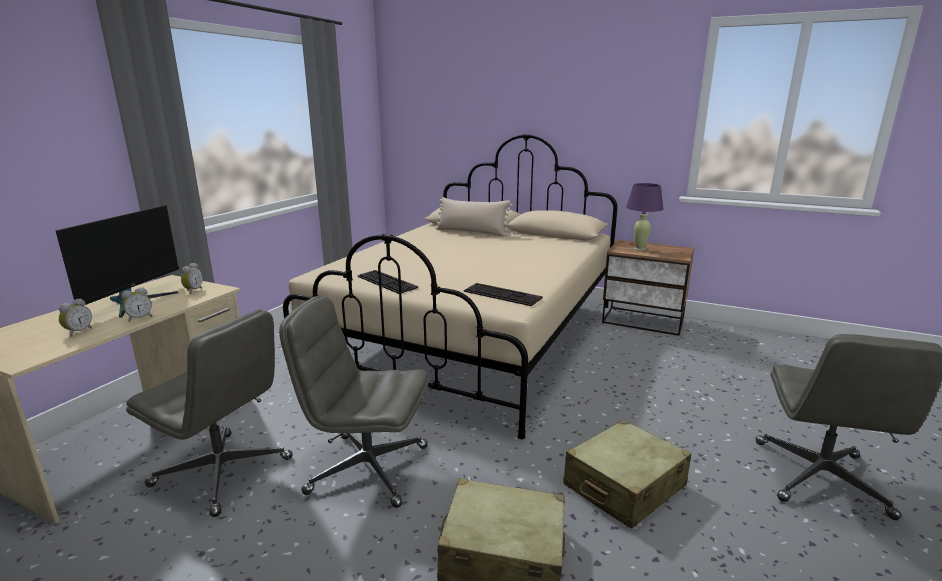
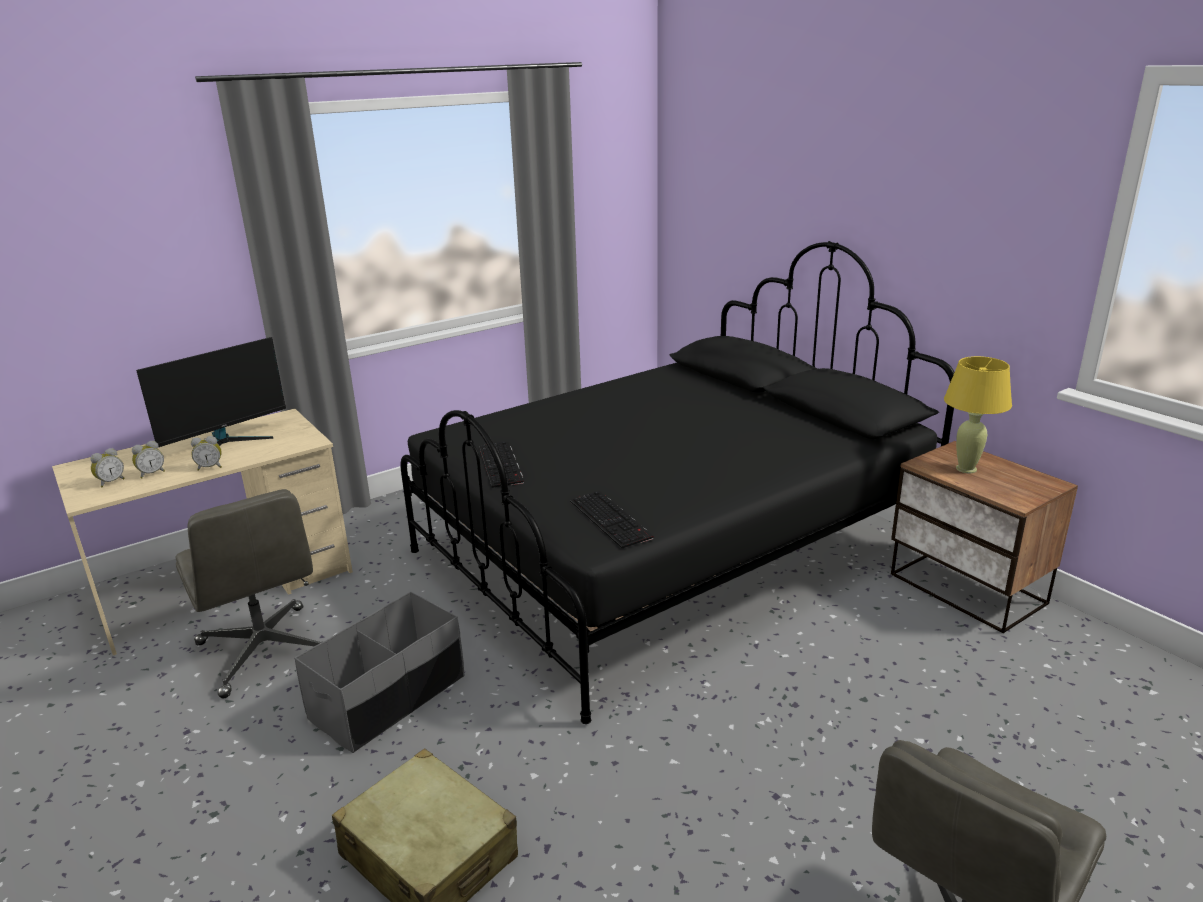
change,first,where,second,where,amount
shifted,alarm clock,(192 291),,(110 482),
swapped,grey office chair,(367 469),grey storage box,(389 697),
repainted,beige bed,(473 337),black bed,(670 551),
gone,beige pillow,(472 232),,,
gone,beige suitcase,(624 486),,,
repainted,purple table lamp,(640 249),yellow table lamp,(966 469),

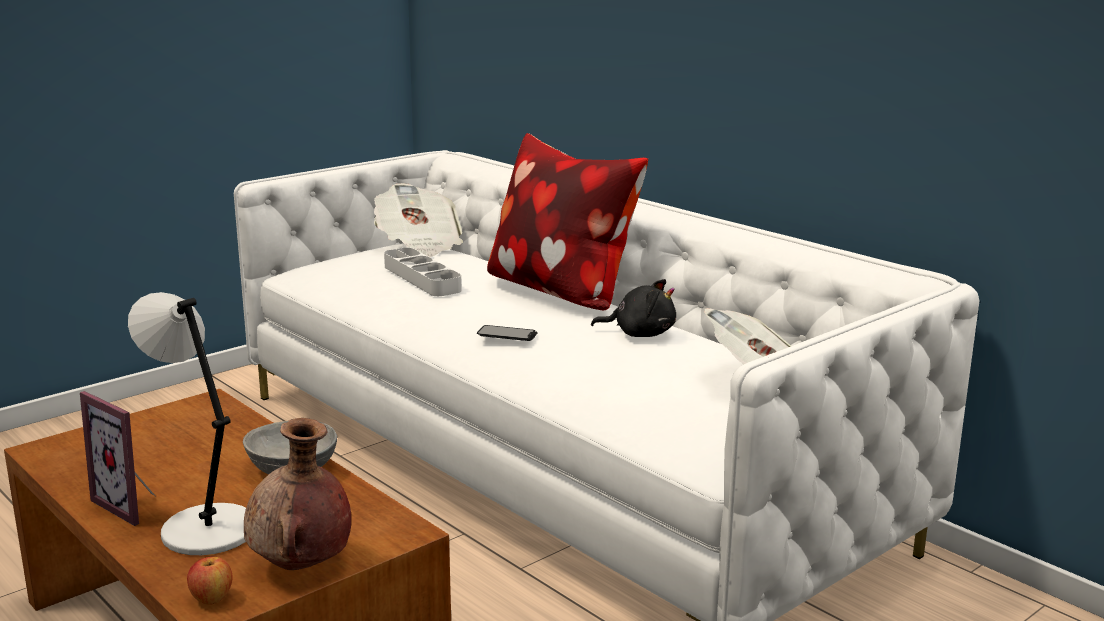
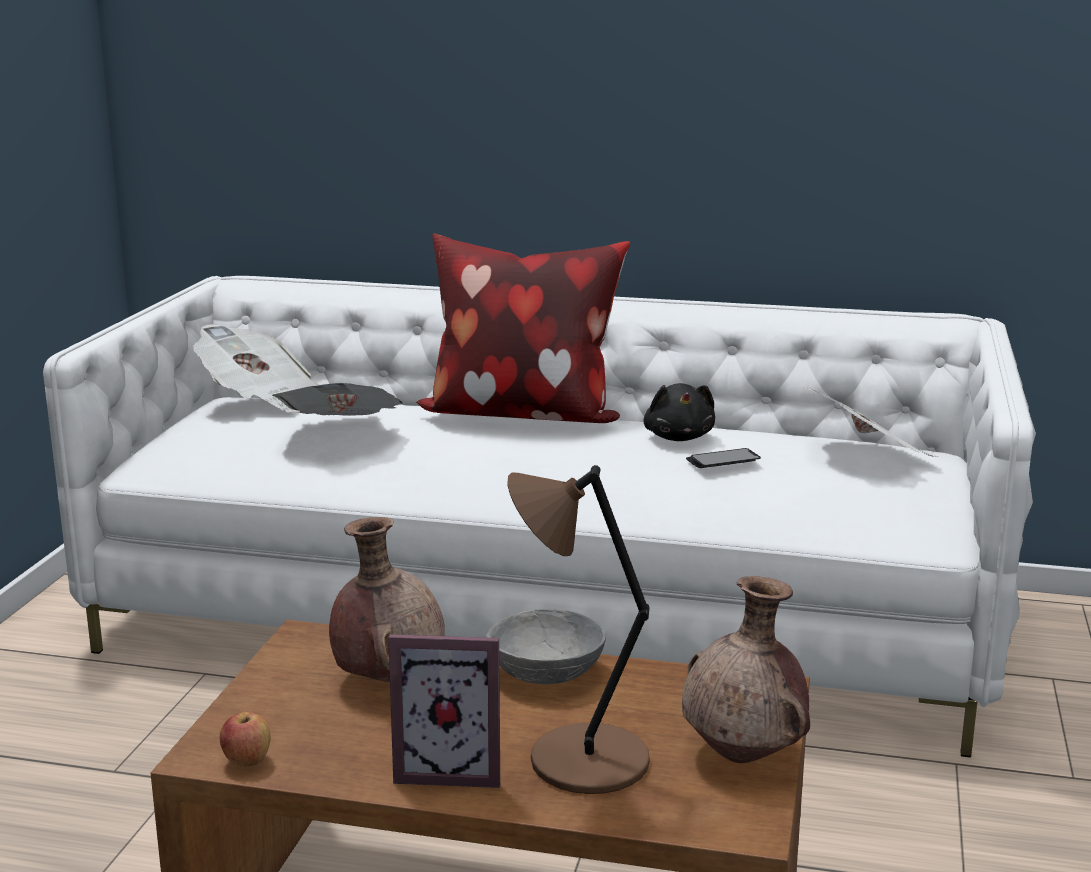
change,first,where,second,where,amount
repainted,grey table lamp,(205 529),brown table lamp,(581 761),
shifted,apple,(211 599),,(246 761),
swapped,grey tray,(421 278),newspaper,(342 434),
shifted,phone,(507 335),,(723 461),
rotated,black plush toy,(640 334),,(679 437),105 degrees clockwise
new,,,brown vase,(388 678),

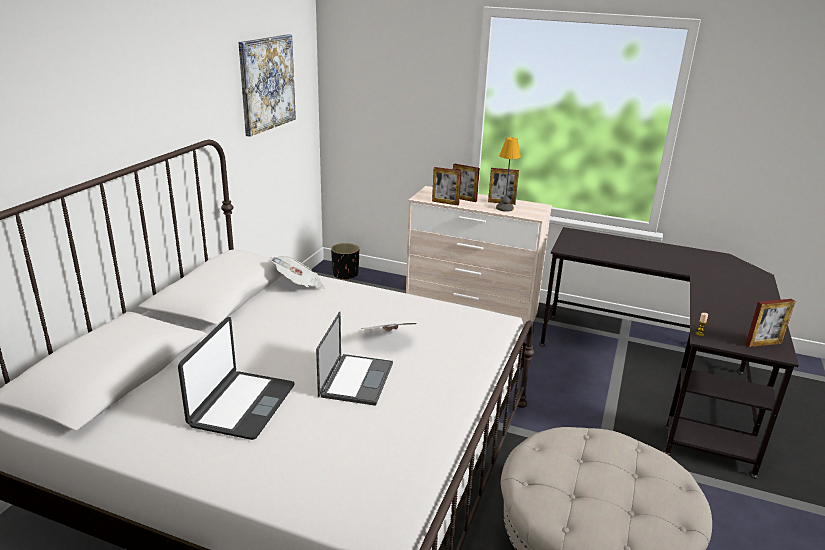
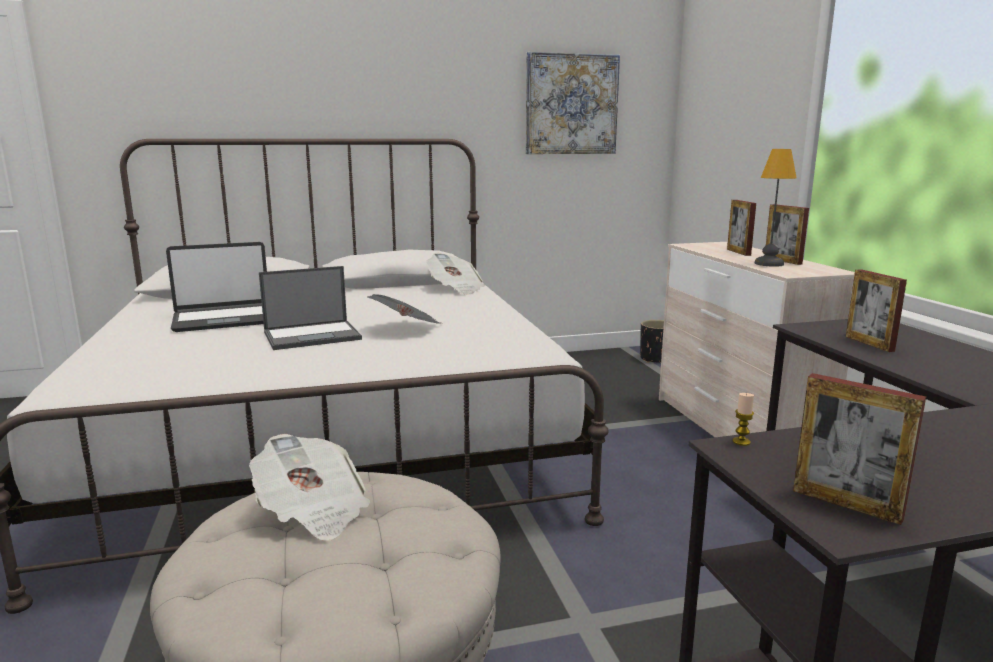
change,first,where,second,where,amount
shifted,picture frame,(445 202),,(869 343),
new,,,newspaper,(313 512),

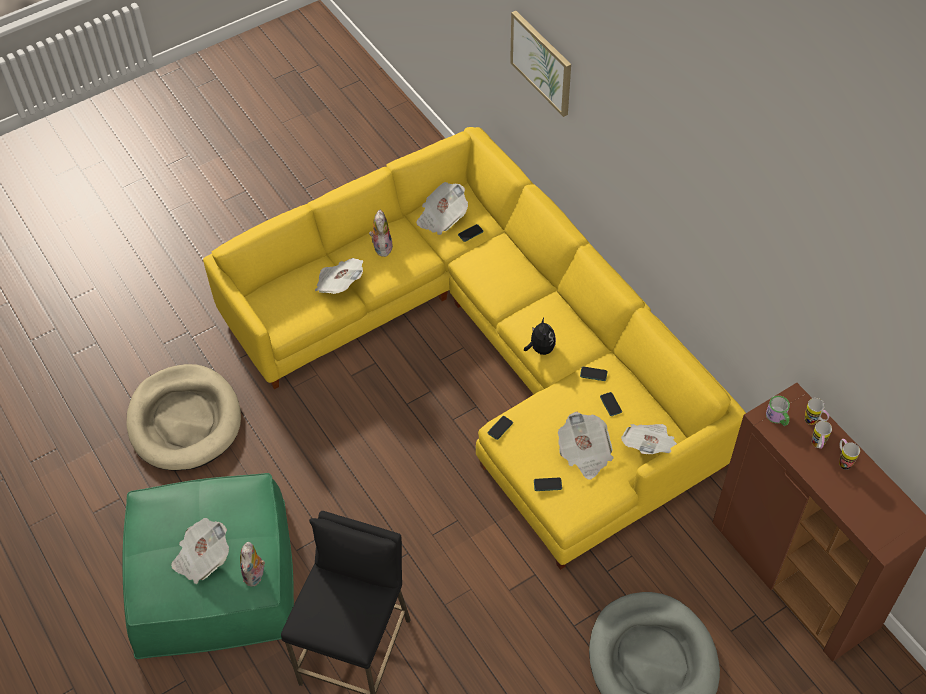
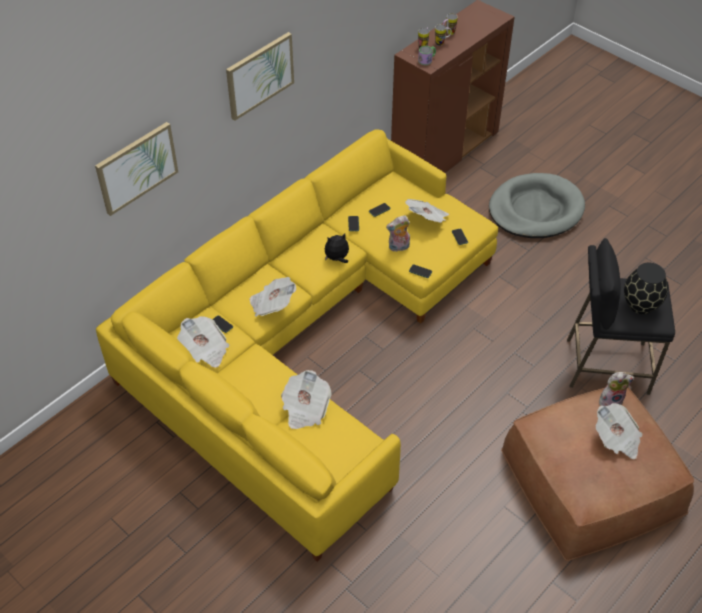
change,first,where,second,where,amount
repainted,green ottoman,(211 575),brown ottoman,(592 480),
gone,beige dog bed,(185 420),,,
shifted,plush toy,(381 246),,(398 247),
shifted,newspaper,(648 446),,(272 305),
new,,,picture,(259 75),
new,,,black vase,(641 305),

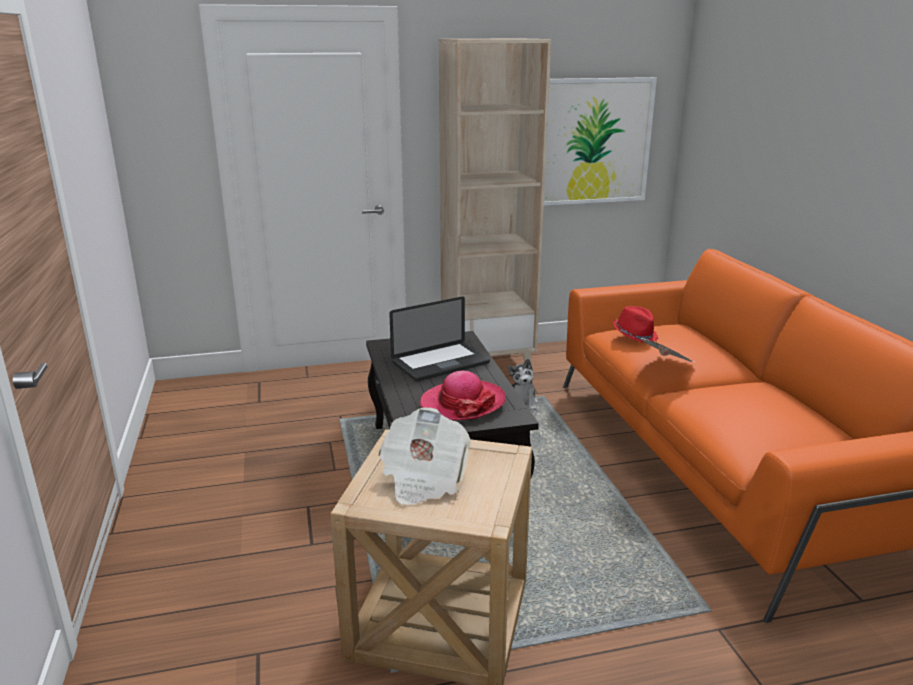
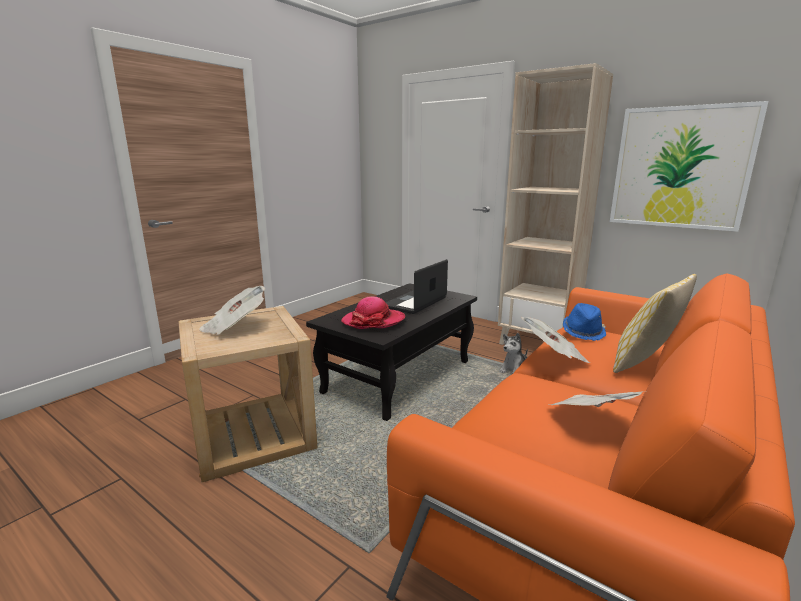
change,first,where,second,where,amount
rotated,laptop,(440 363),,(415 302),105 degrees clockwise
repainted,red hat,(635 335),blue hat,(583 332),
new,,,newspaper,(591 419),
new,,,pillow,(645 363),

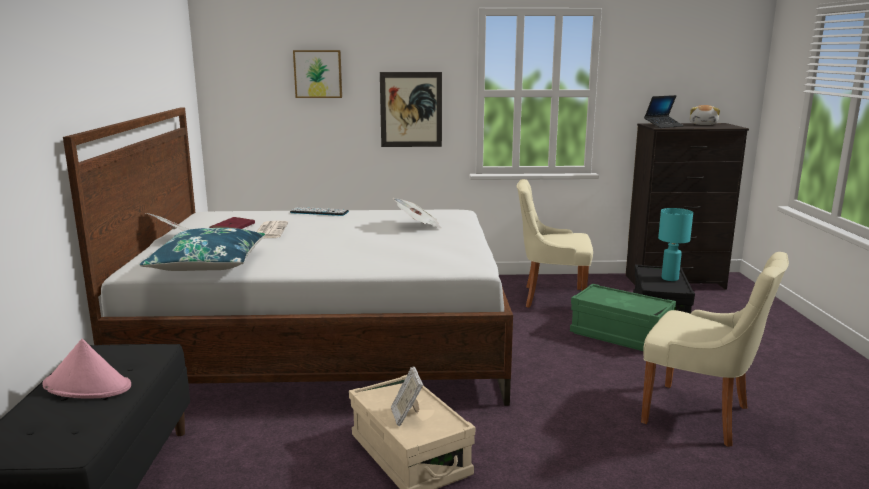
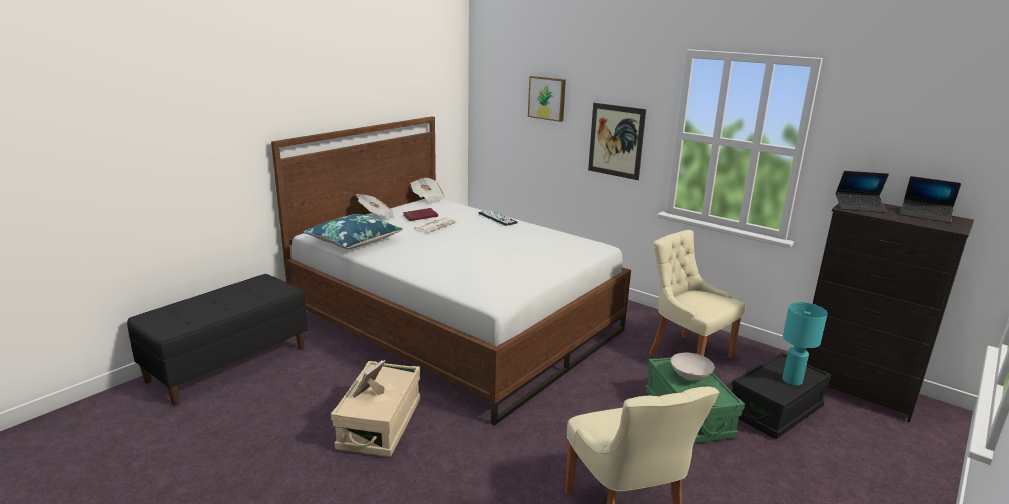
change,first,where,second,where,amount
gone,pink hat,(88 386),,,
shifted,newspaper,(418 226),,(427 198),
swapped,plush toy,(703 124),laptop,(925 215),
new,,,white bowl,(689 377),

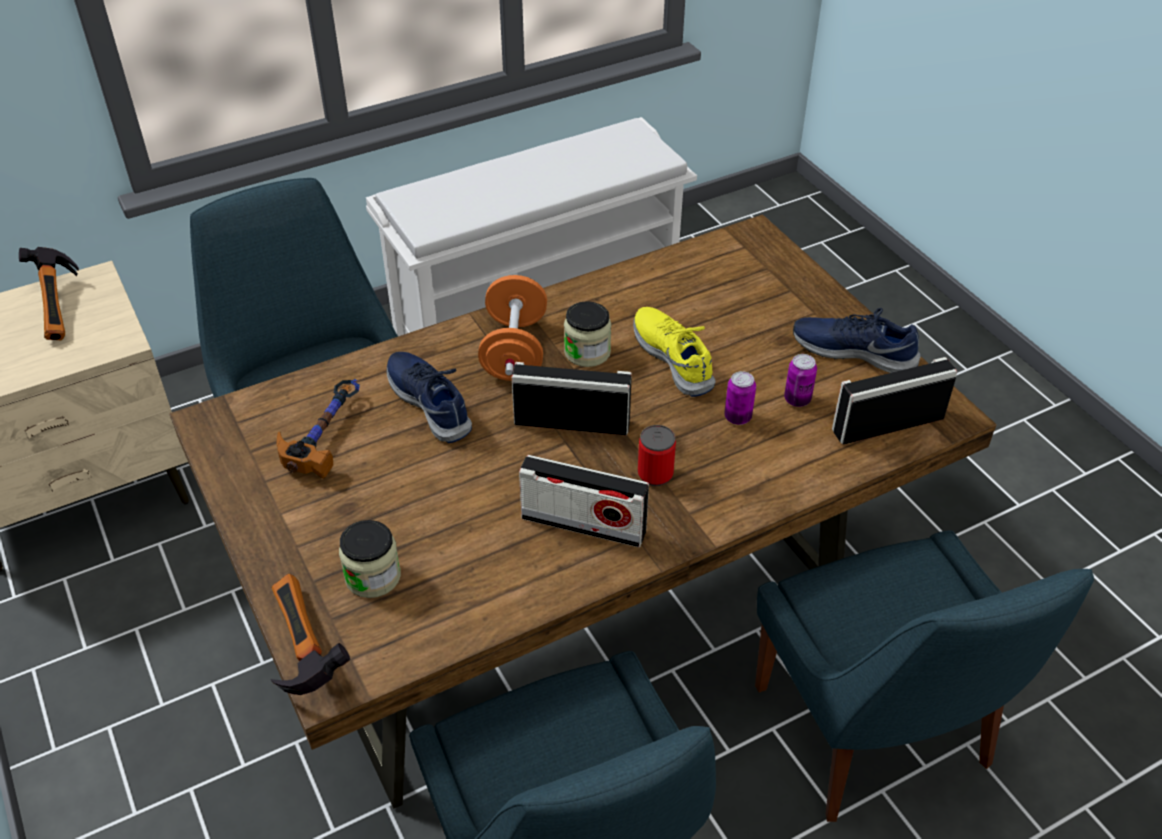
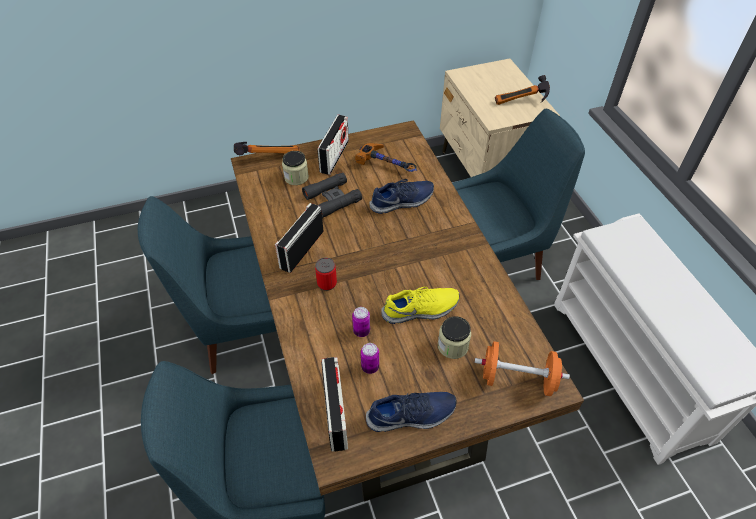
change,first,where,second,where,amount
shifted,orange dumbbell,(514 351),,(517 379),
shifted,radio,(572 422),,(334 156),
shifted,jar,(587 352),,(452 346),
rotated,blue shoe,(854 351),,(411 416),45 degrees clockwise
new,,,black binoculars,(332 199),

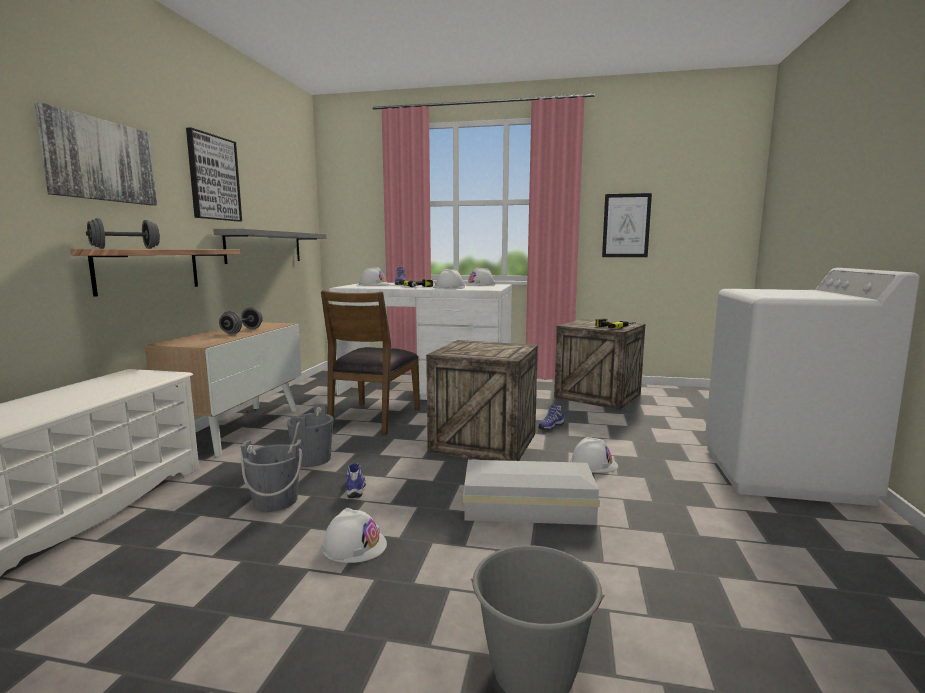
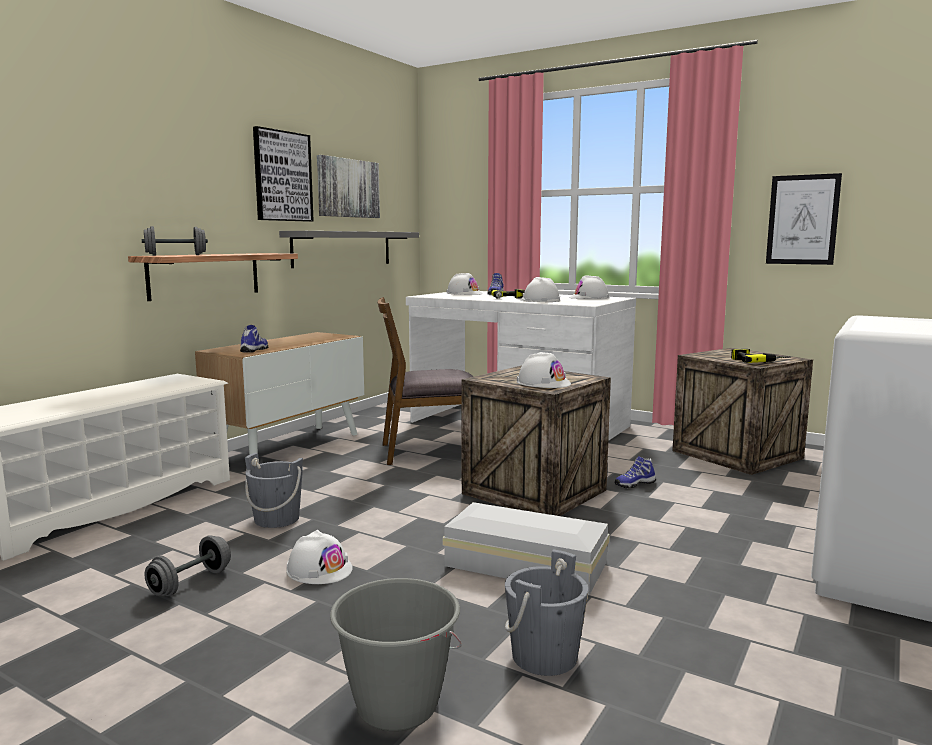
change,first,where,second,where,amount
shifted,picture,(100 160),,(347 188),
shifted,grey dumbbell,(242 331),,(190 583),
shifted,grey bucket,(312 459),,(544 656),
rotated,brown chair,(374 418),,(431 451),45 degrees clockwise
shifted,shoe,(356 488),,(255 350),
shifted,white hard hat,(593 463),,(543 383),

